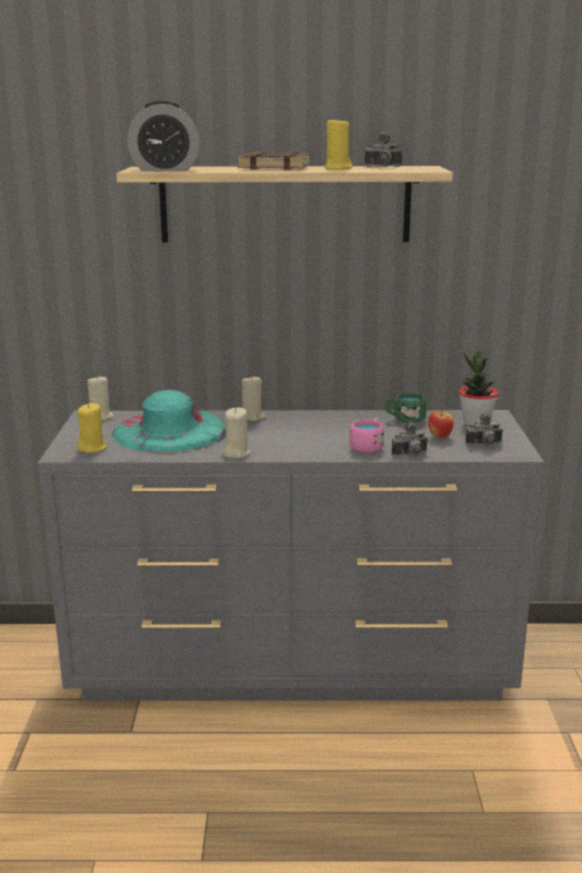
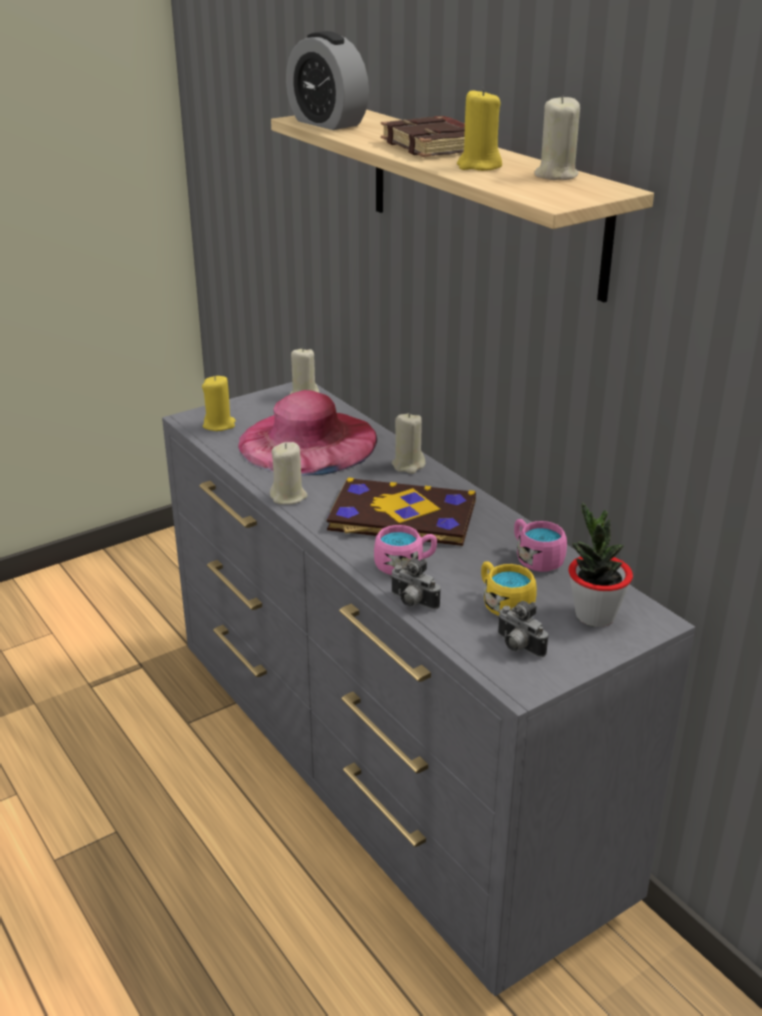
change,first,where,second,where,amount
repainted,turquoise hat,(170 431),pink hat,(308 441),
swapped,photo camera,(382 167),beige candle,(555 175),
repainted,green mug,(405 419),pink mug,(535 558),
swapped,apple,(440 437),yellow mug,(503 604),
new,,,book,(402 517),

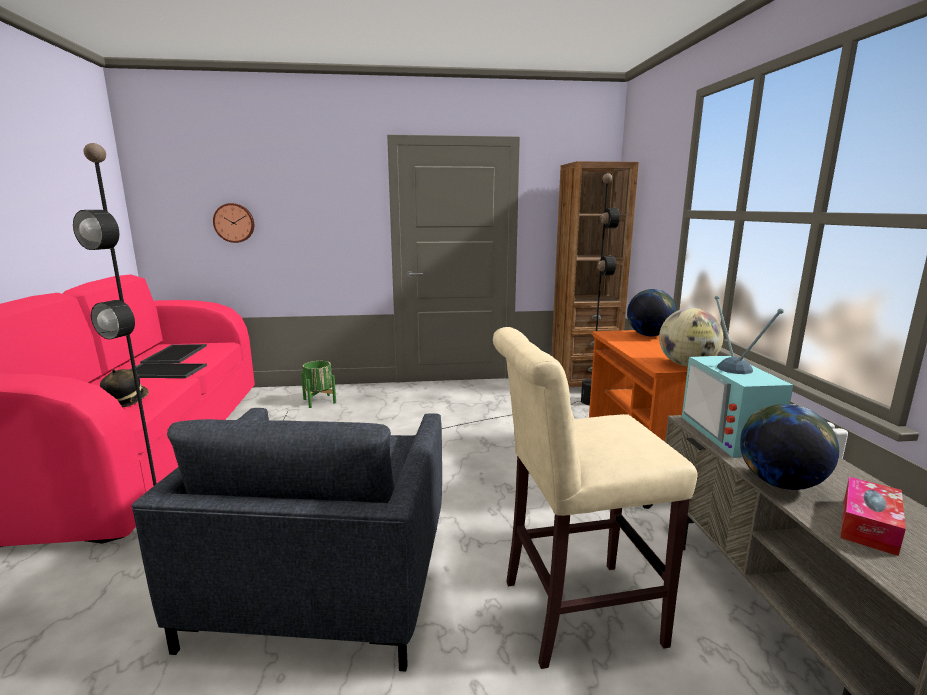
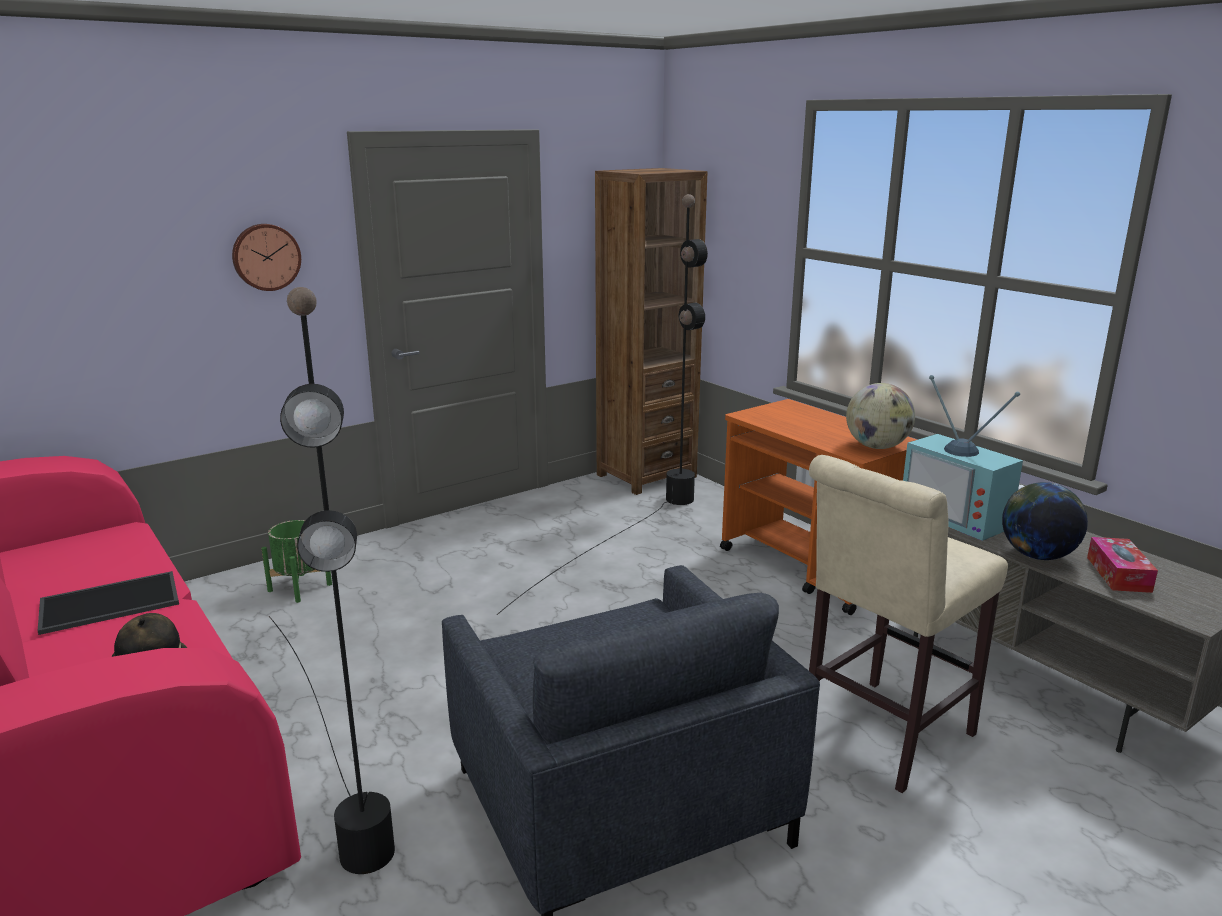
change,first,where,second,where,amount
gone,tray,(176 354),,,
shifted,wall clock,(234 223),,(266 257),
gone,globe,(649 335),,,

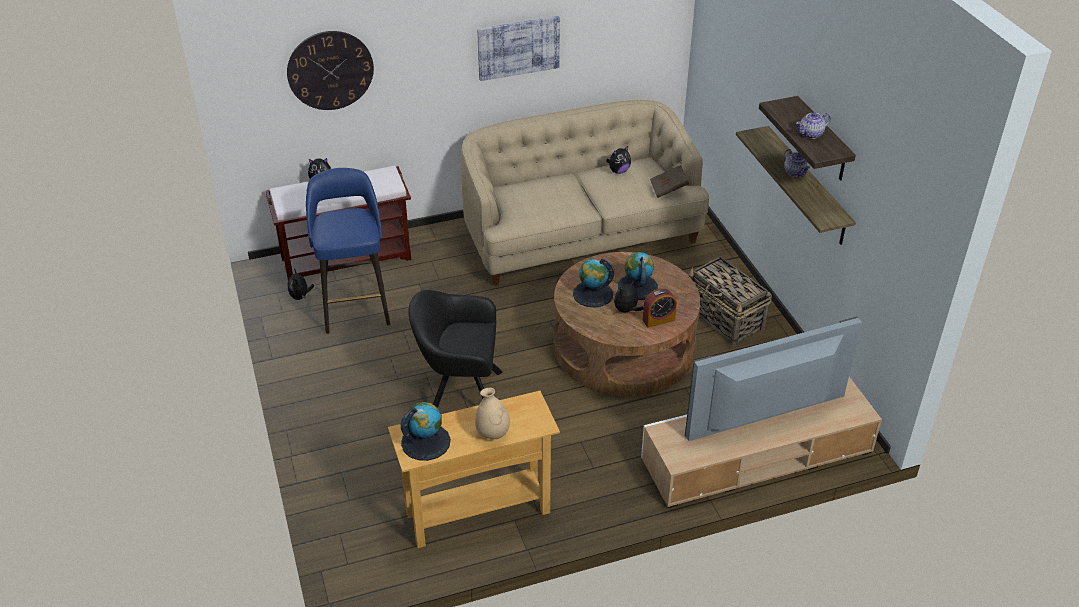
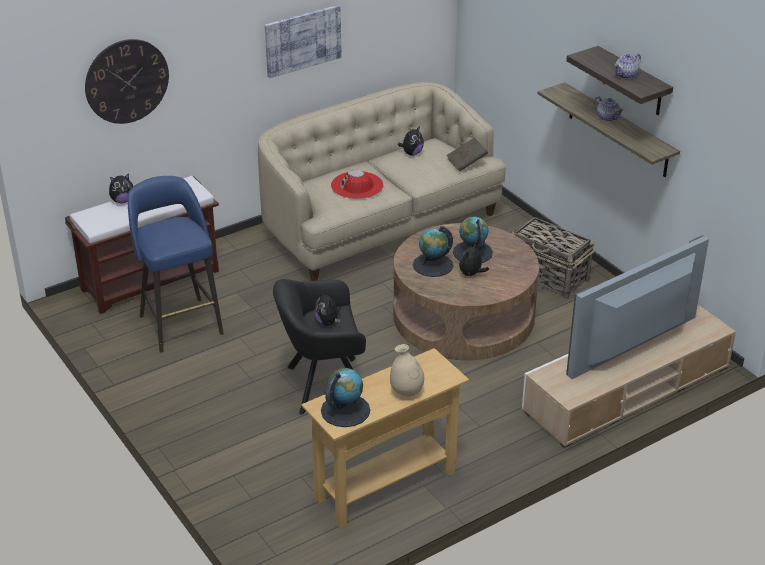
change,first,where,second,where,amount
shifted,plush toy,(300 296),,(328 322),
gone,alarm clock,(658 320),,,
new,,,red hat,(357 185),

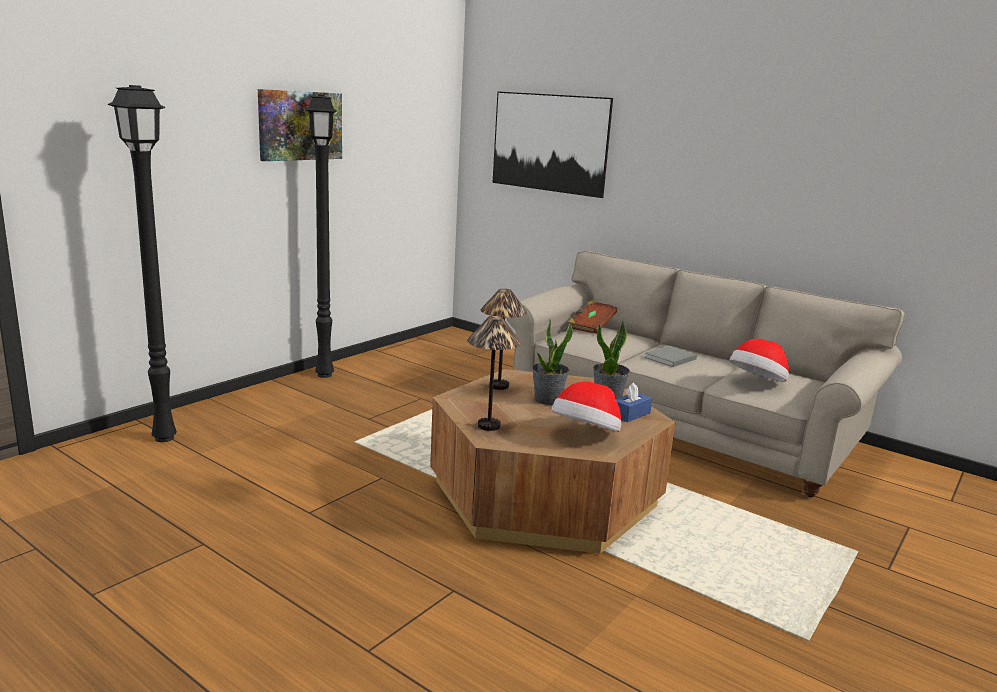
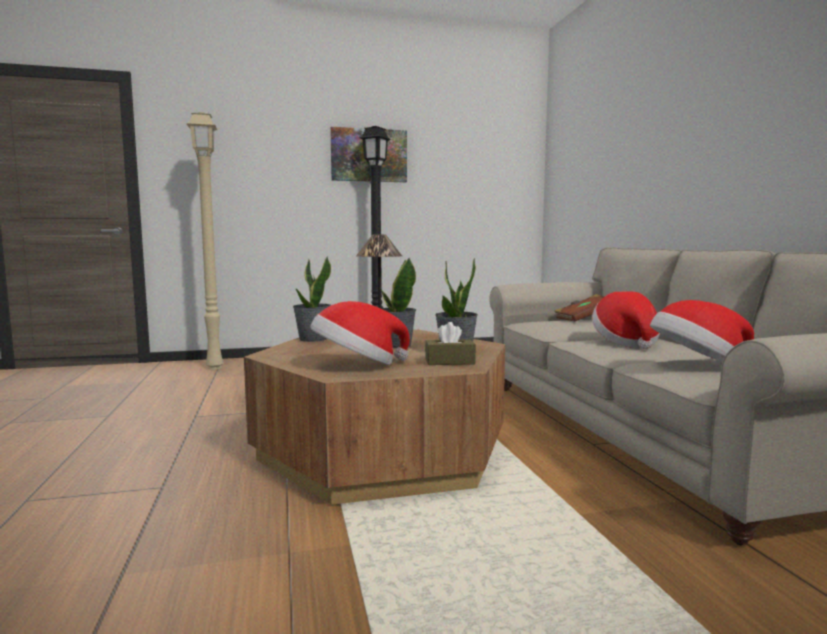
change,first,where,second,where,amount
repainted,black floor lamp,(165 437),beige floor lamp,(216 367),
gone,table lamp,(489 426),,,
gone,picture,(549 143),,,
repainted,blue tissue box,(630 414),brown tissue box,(449 362),
swapped,grey book,(669 358),hat,(625 342),
new,,,potted plant,(312 339),

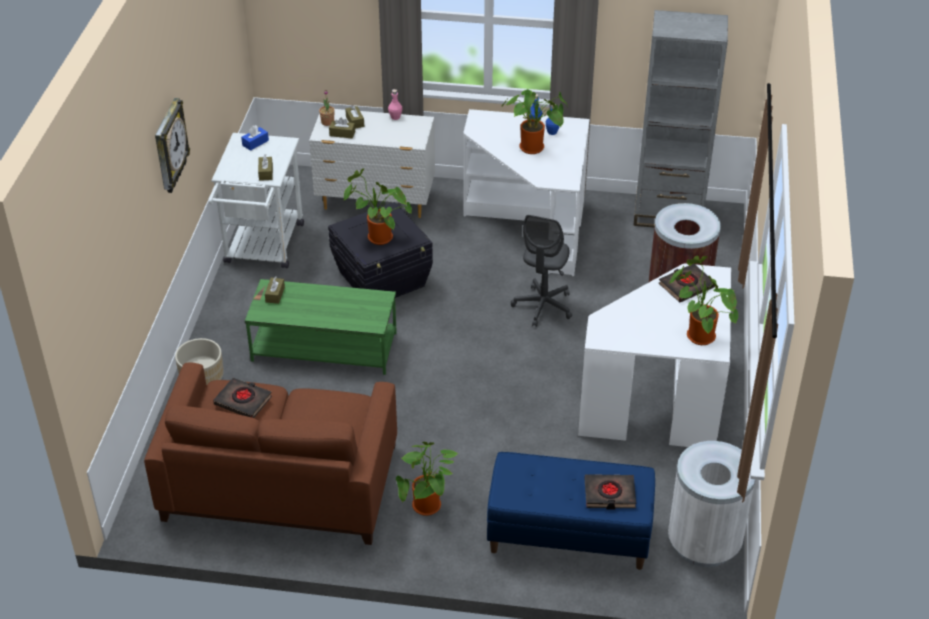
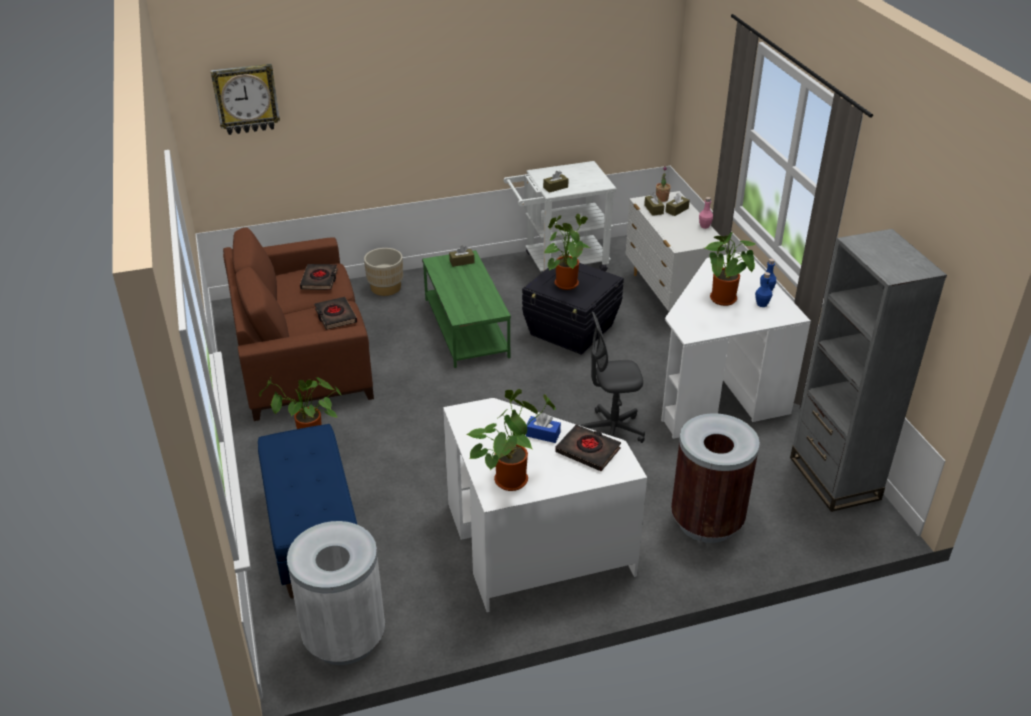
change,first,where,second,where,amount
shifted,wall clock,(169 147),,(246 99),
shifted,blue tissue box,(255 143),,(543 434),
shifted,black book,(609 494),,(335 316),

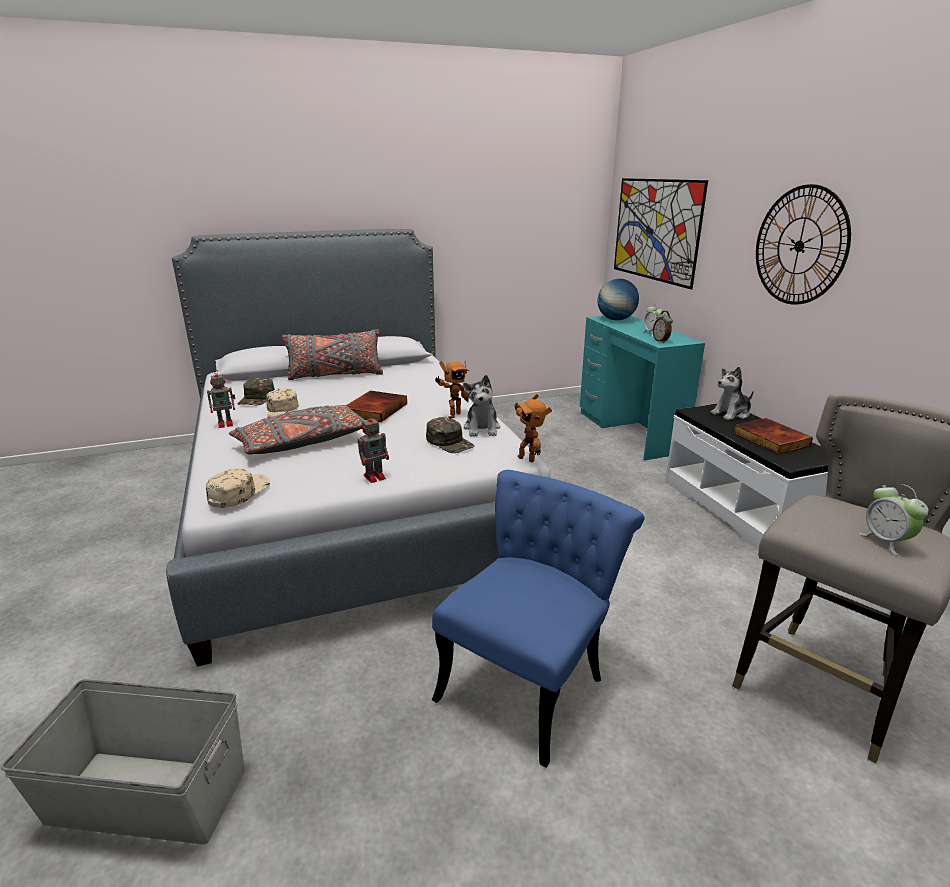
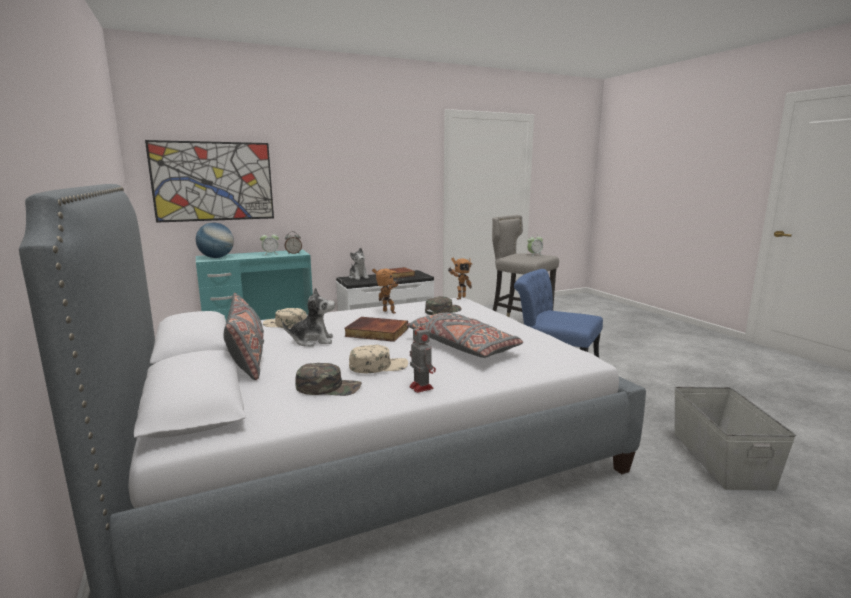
change,first,where,second,where,amount
shifted,beige cap,(238 492),,(285 324),
gone,toy robot,(375 476),,,
shifted,plush toy,(482 428),,(312 341),
gone,wall clock,(799 246),,,

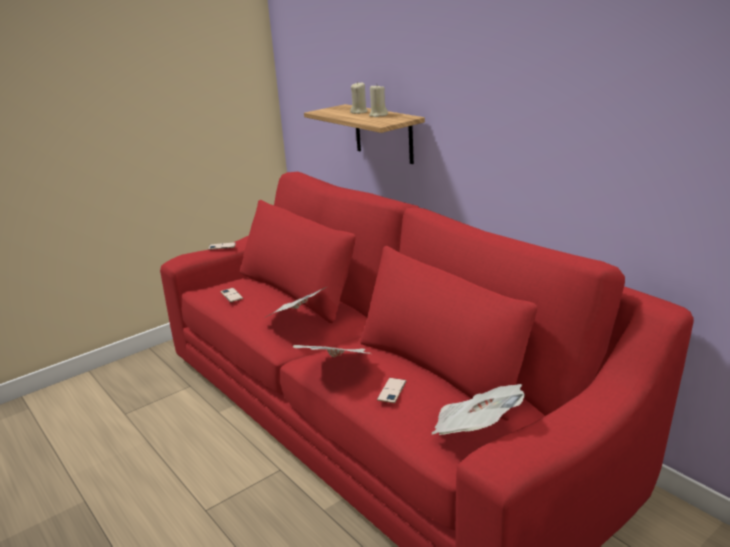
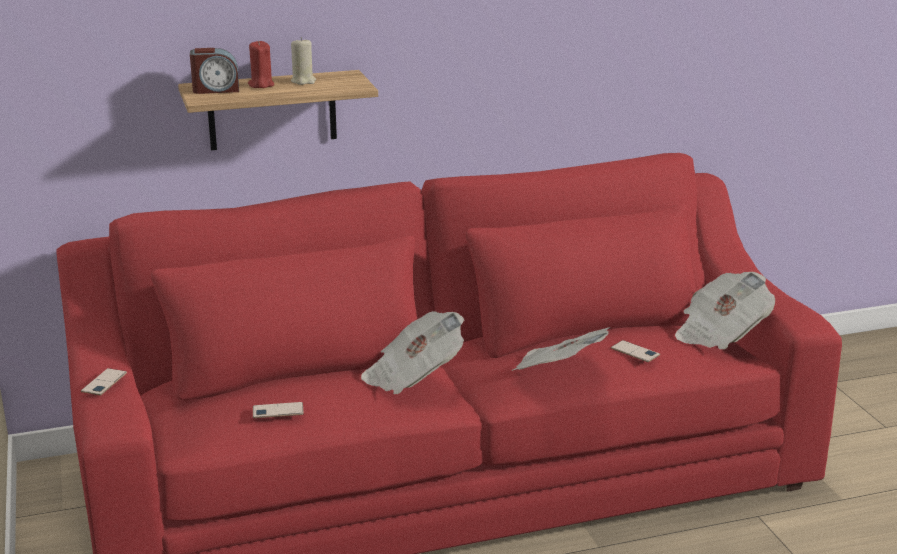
change,first,where,second,where,amount
repainted,beige candle,(359 112),red candle,(261 85),
new,,,alarm clock,(216 90),

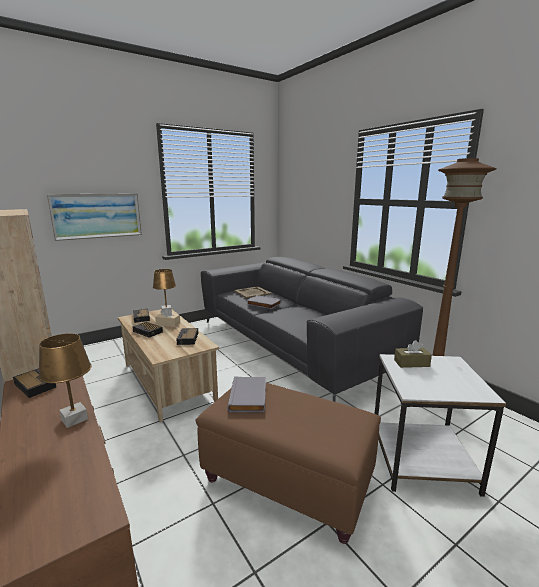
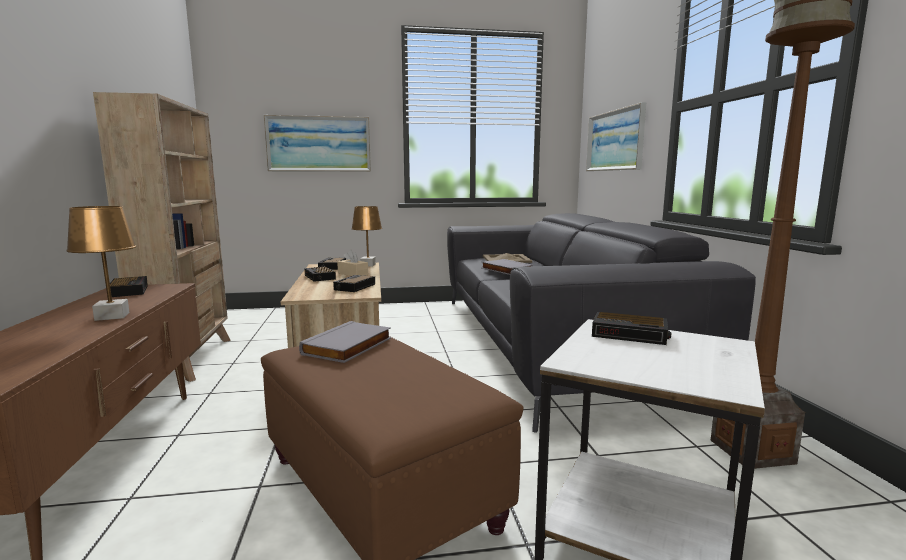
change,first,where,second,where,amount
swapped,brown tissue box,(411 363),alarm clock,(631 334),
new,,,picture,(615 140),

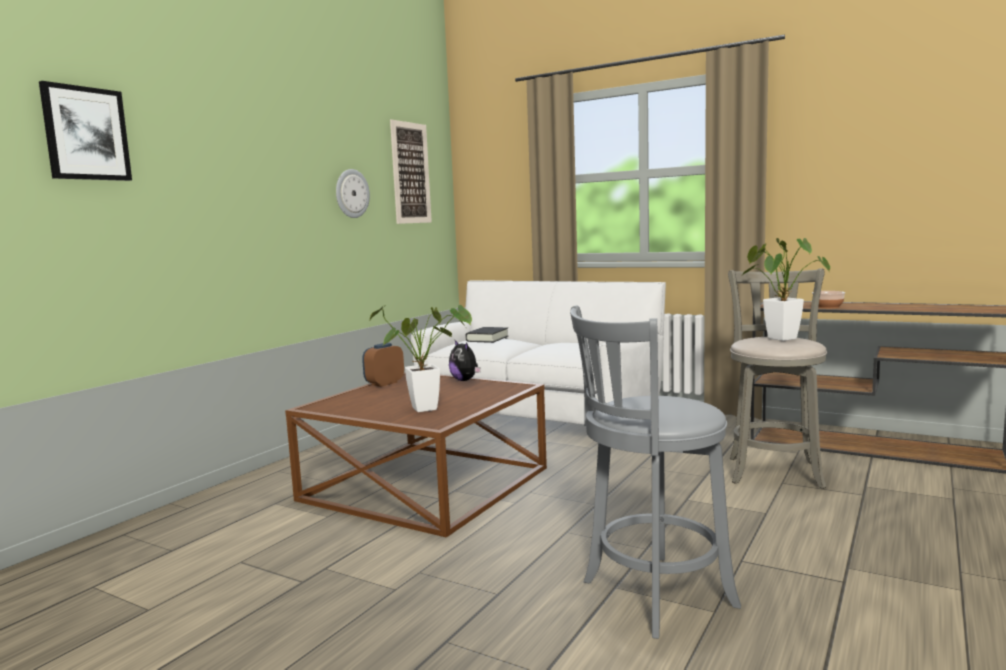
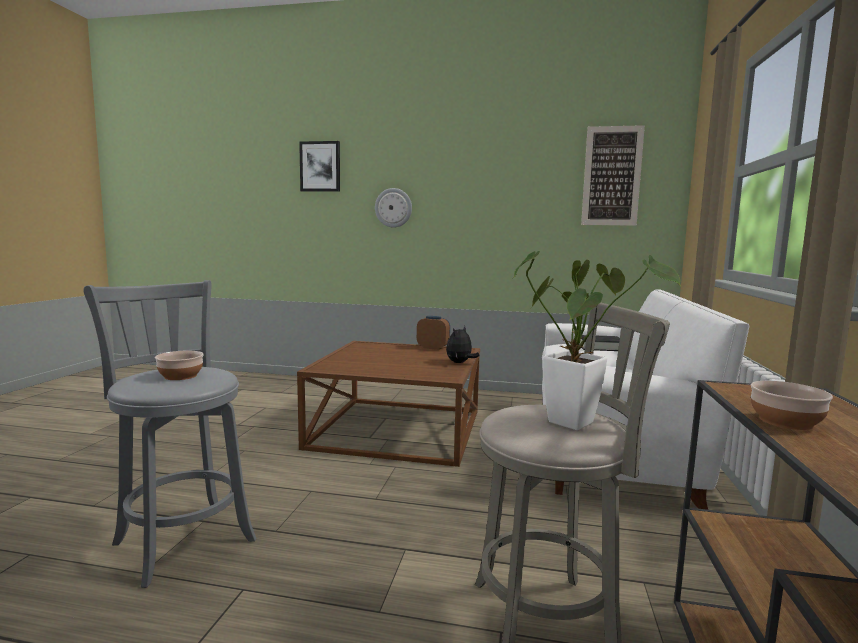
change,first,where,second,where,amount
shifted,wall clock,(351 193),,(393 208),
gone,potted plant,(431 408),,,
new,,,bowl,(180 376),

